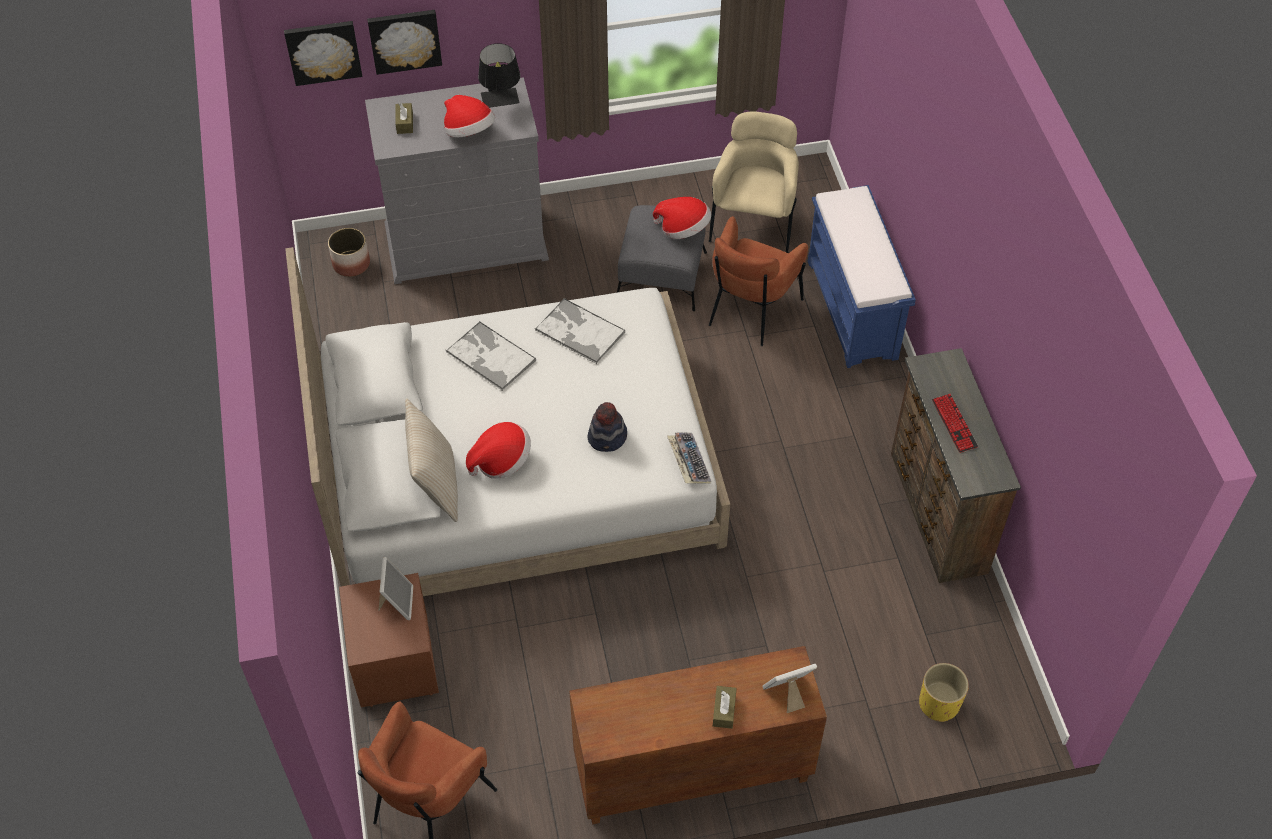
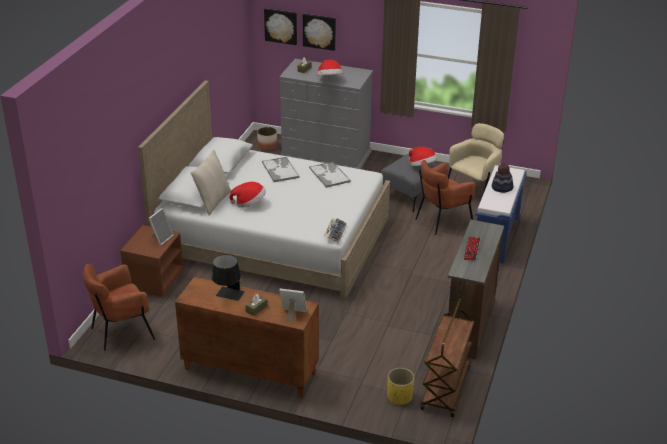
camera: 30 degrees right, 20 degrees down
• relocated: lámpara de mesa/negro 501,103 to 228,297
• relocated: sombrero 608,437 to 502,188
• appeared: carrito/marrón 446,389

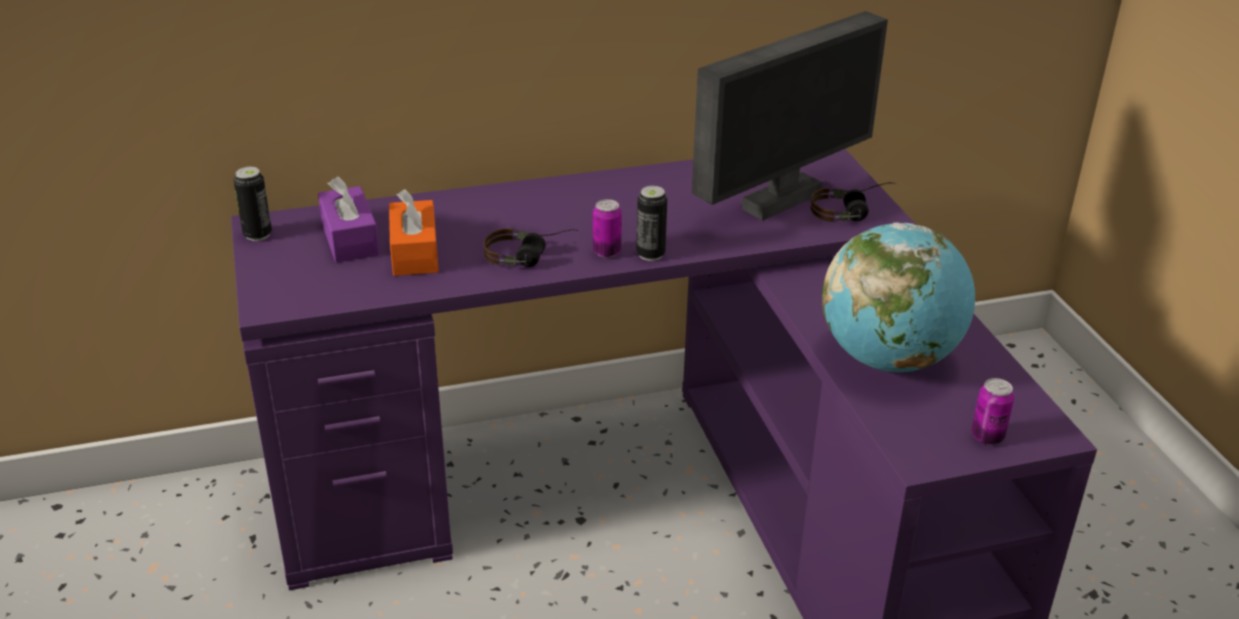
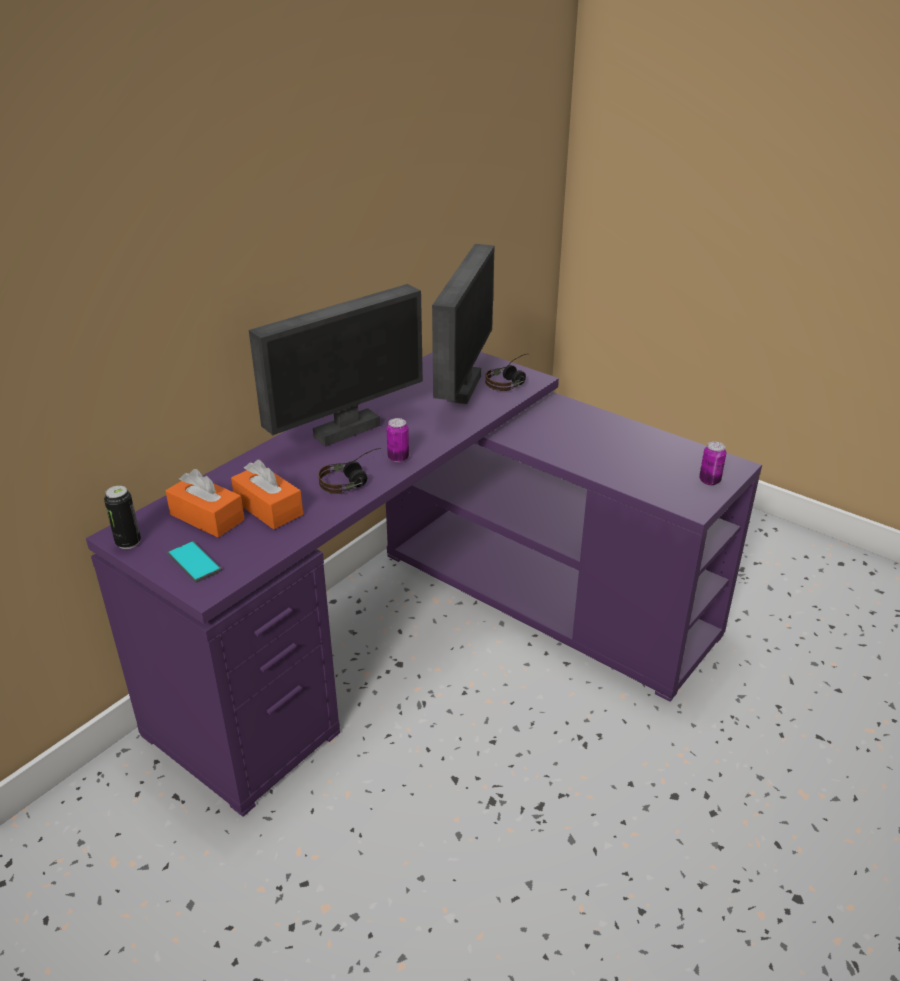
camera: 35 degrees left, 0 degrees up
• colour: caja de pañuelos/morado 350,239 to caja de pañuelos/naranja 207,517
• missing: lata 650,254
• missing: globo terráqueo 889,359
• appeared: monitor 345,430
• appeared: móvil 194,562

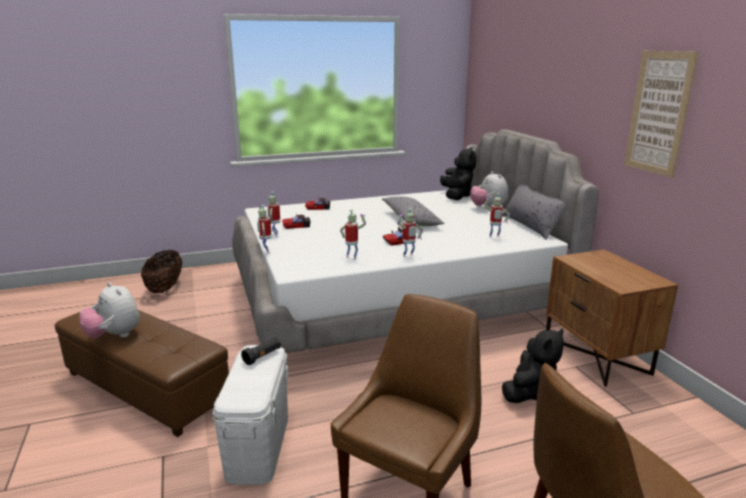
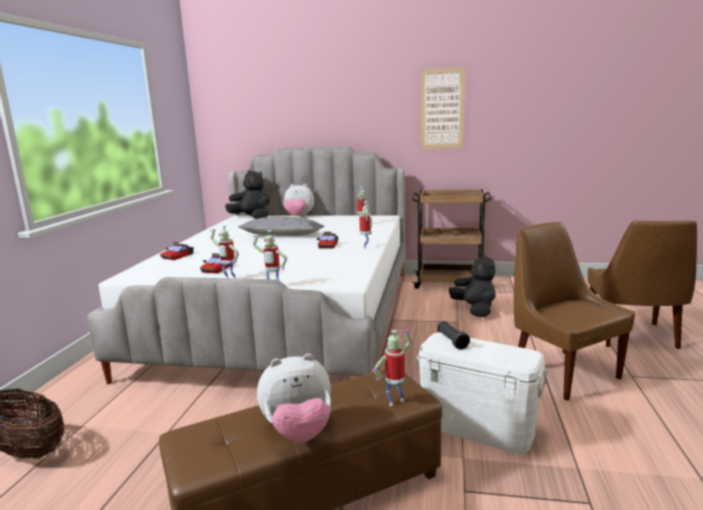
camera: 60 degrees left, 5 degrees down
• missing: cojín/gris 531,226
• relocated: robot de juguete 352,257 to 395,401
• exchanged: mesita de noche/marrón 597,356 to carrito/marrón 449,282

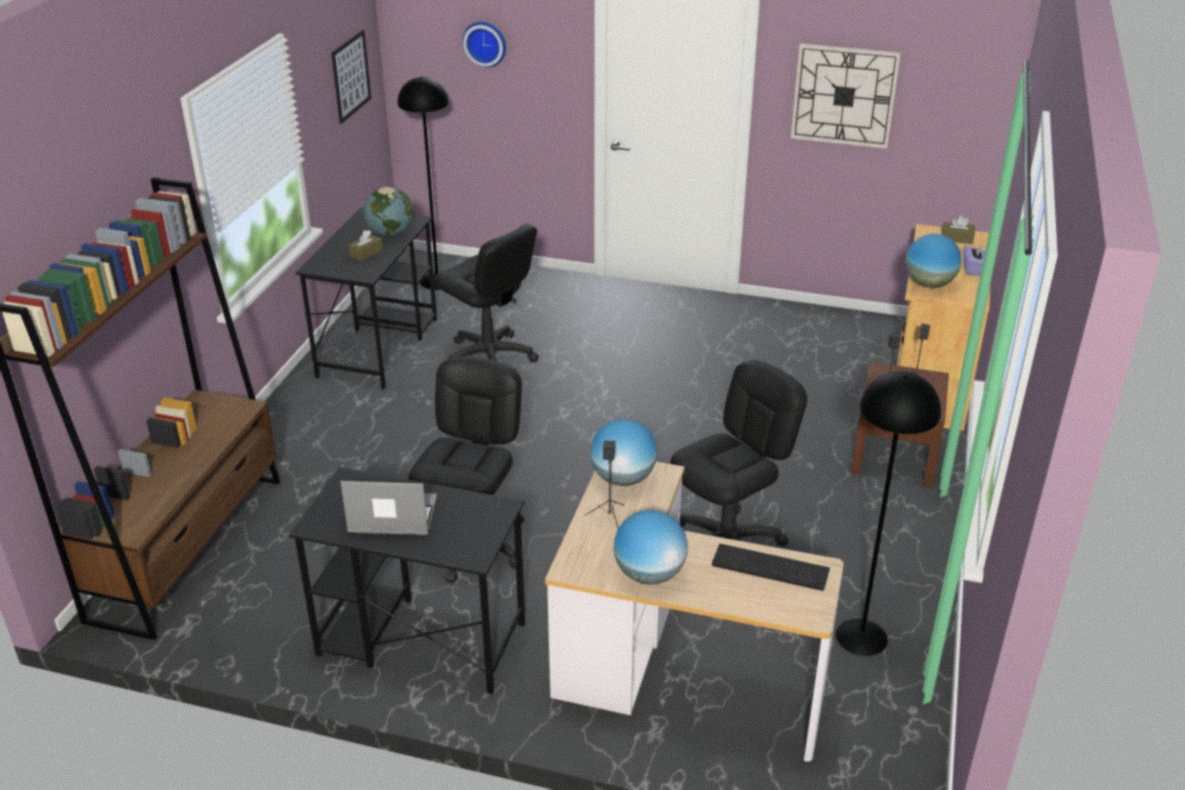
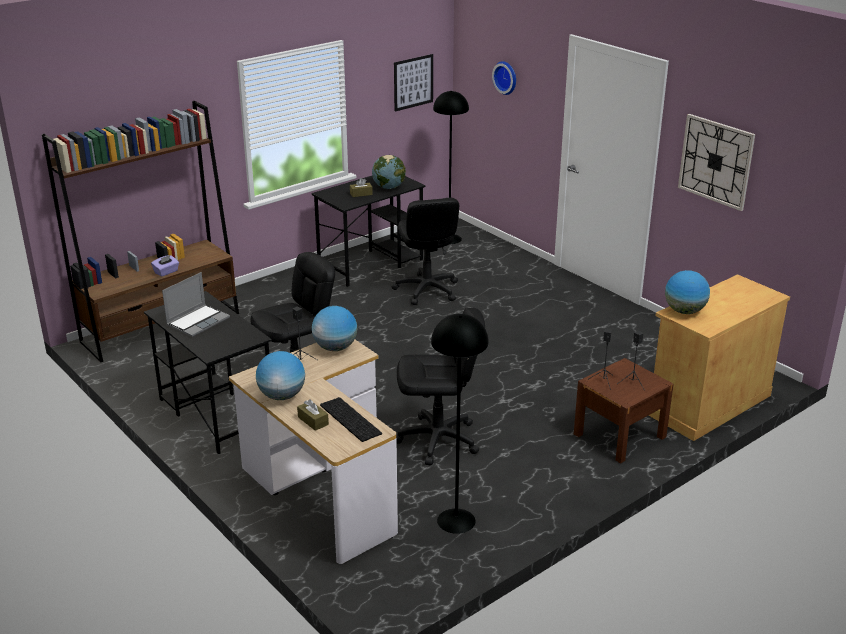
camera: 35 degrees right, 5 degrees down
• relocated: caja de pañuelos/marrón 956,239 to 313,421
• relocated: caja de pañuelos/morado 973,269 to 166,272
• spun: portátil 391,517 = 198,321 90 degrees clockwise

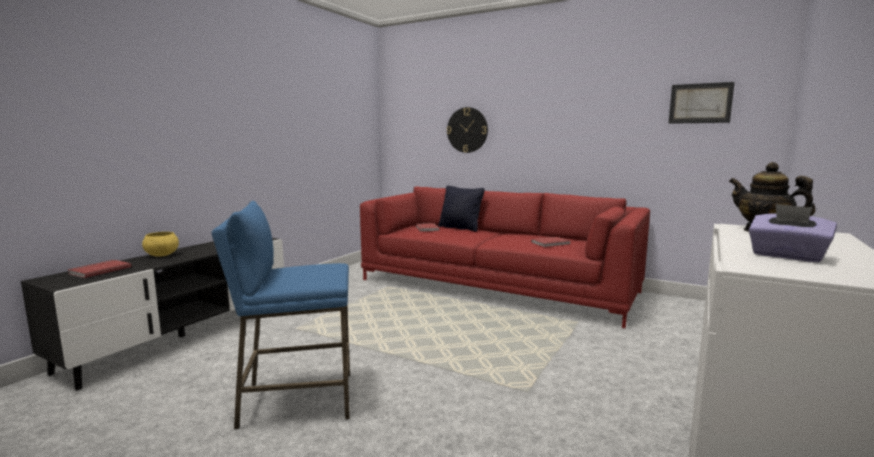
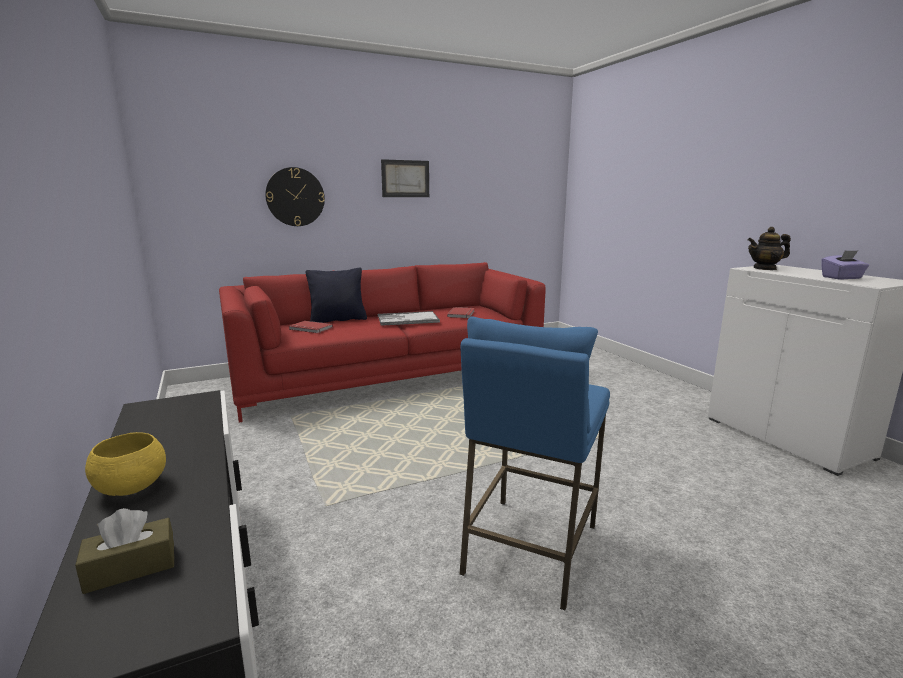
camera: 55 degrees left, 5 degrees up
• relocated: cuadro 700,103 to 405,178
• exchanged: libro/rojo 99,270 to caja de pañuelos/marrón 131,567
• appeared: bandeja 407,319

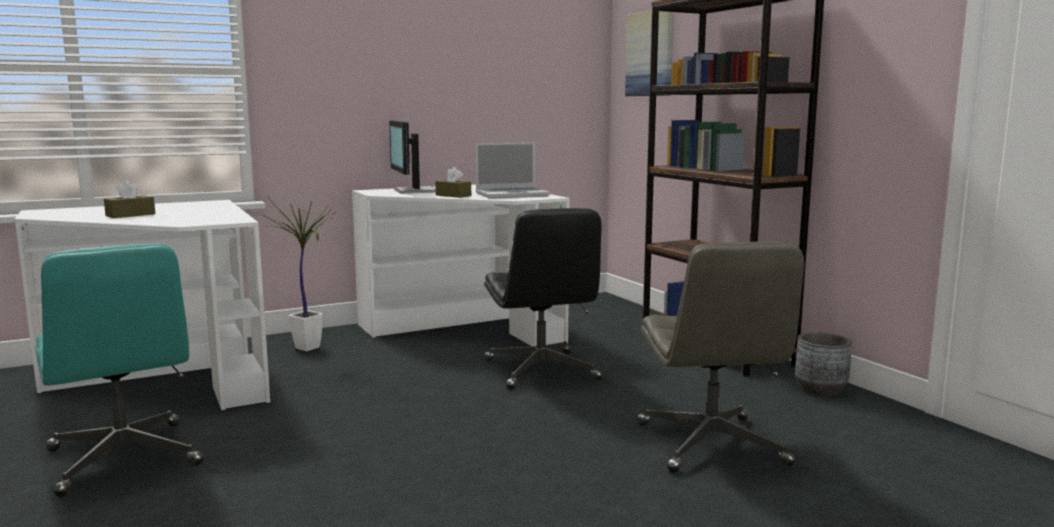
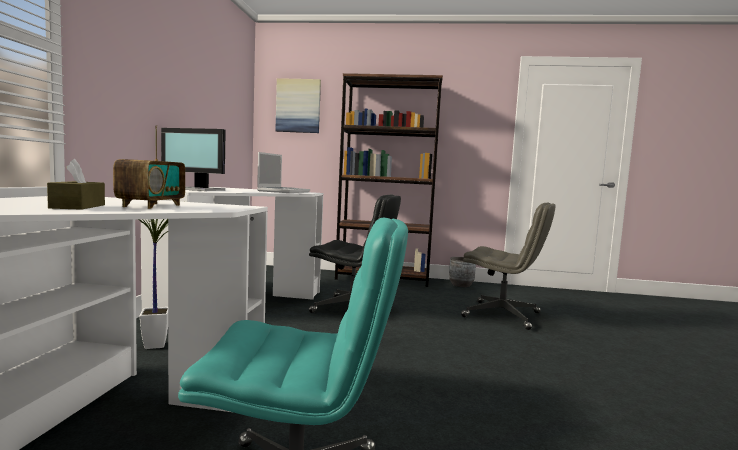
camera: 55 degrees left, 5 degrees down
• missing: caja de pañuelos/marrón 453,195
• appeared: radio 151,206

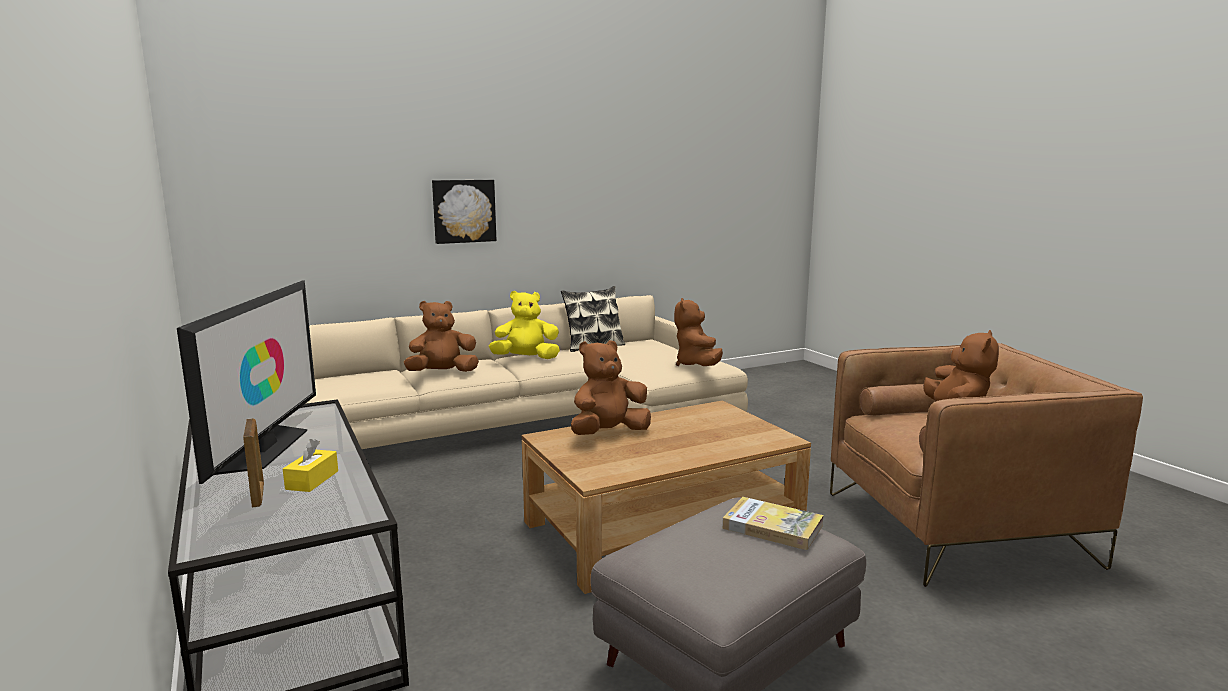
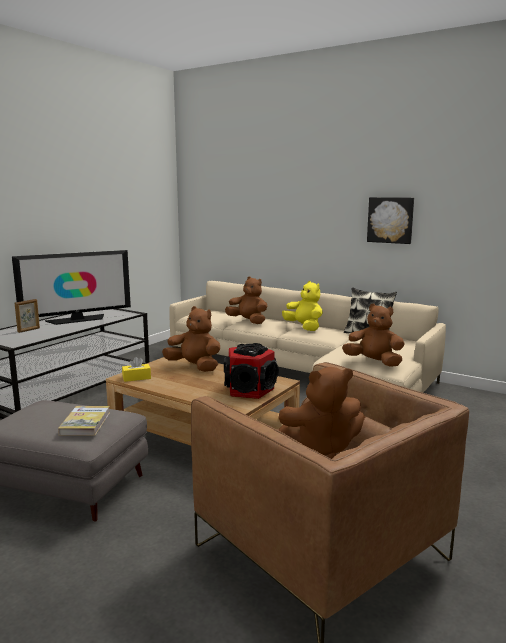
camera: 60 degrees right, 0 degrees up
• relocated: cuadro 464,211 to 390,220
• spun: peluche/marrón 697,365 = 374,362 60 degrees clockwise
• relocated: caja de pañuelos/amarillo 312,480 to 136,378
• appeared: altavoz 249,390

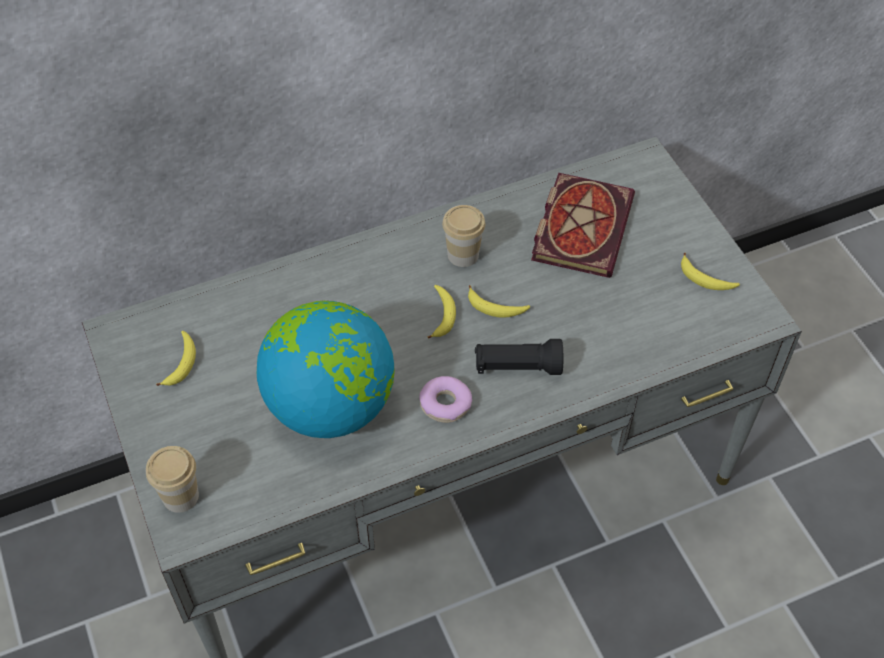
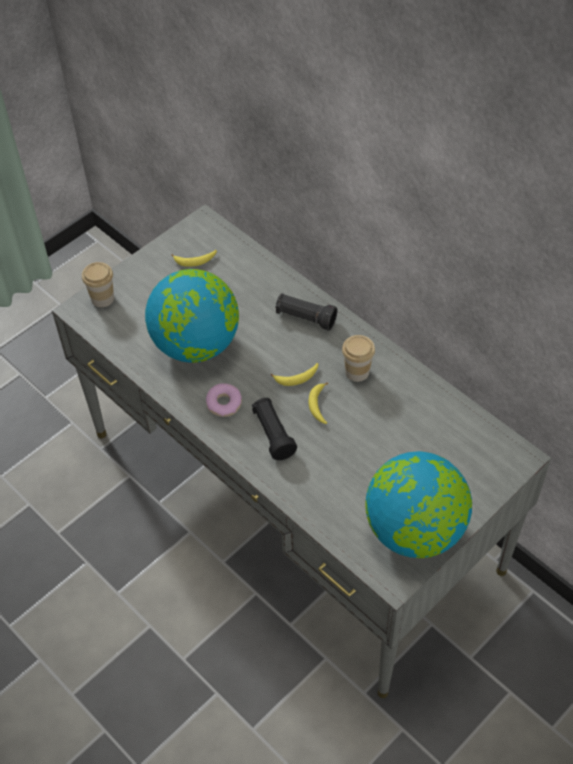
camera: 70 degrees right, 0 degrees up
• missing: libro 581,225
• exchanged: plátano 705,279 to globo terráqueo 414,530
• appeared: linterna/negro 305,318

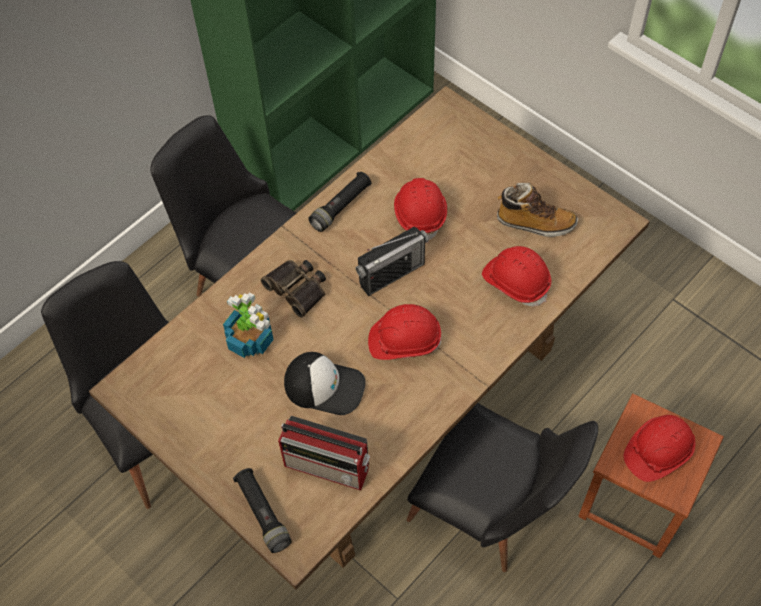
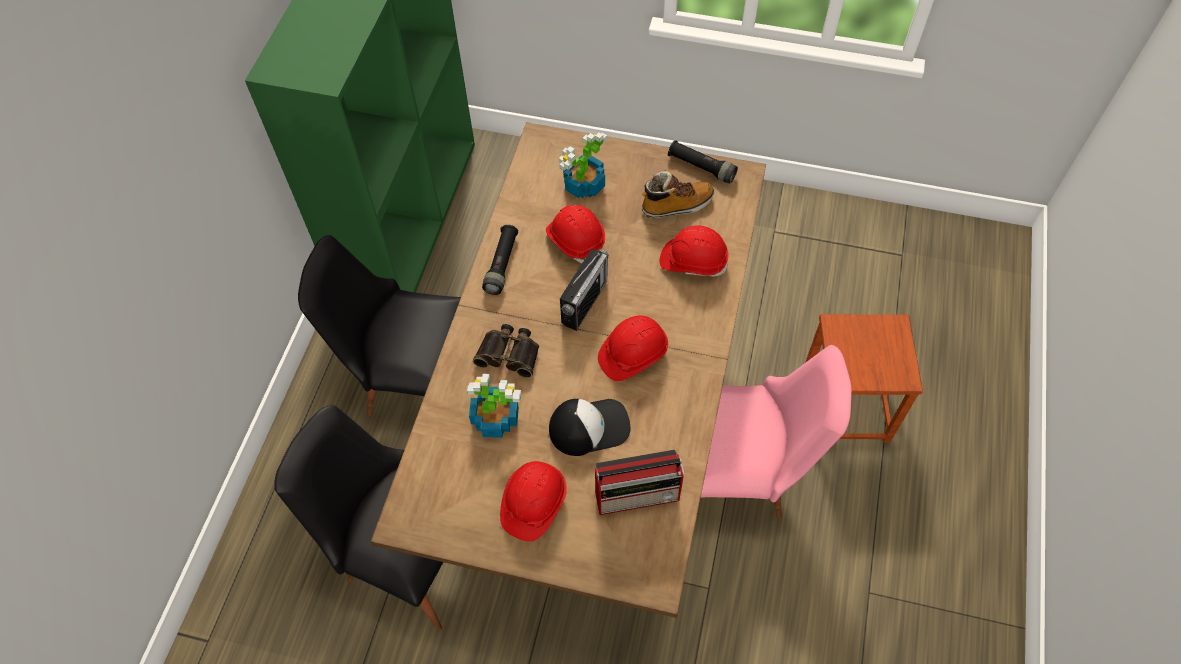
camera: 30 degrees left, 0 degrees up
• colour: silla/negro 491,513 to silla/rosa 740,475
• relocated: casco/rojo 657,452 to 533,504
• relocated: linterna/negro 263,513 to 701,167
• appeared: planta en maceta 583,185

